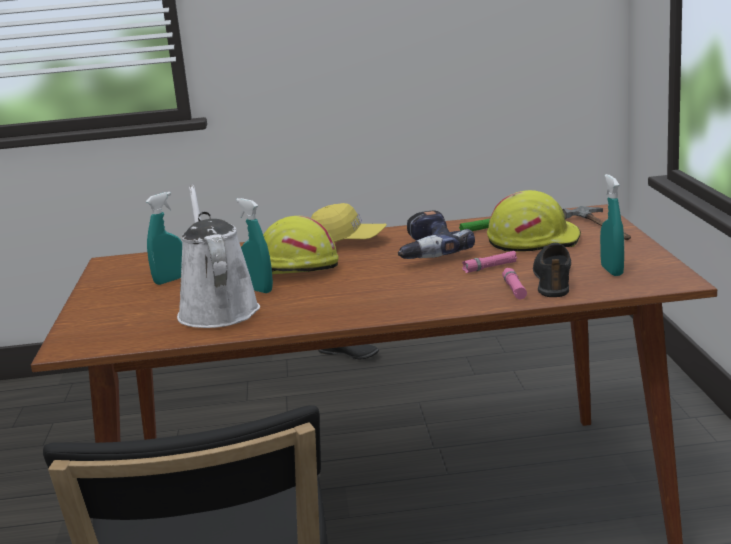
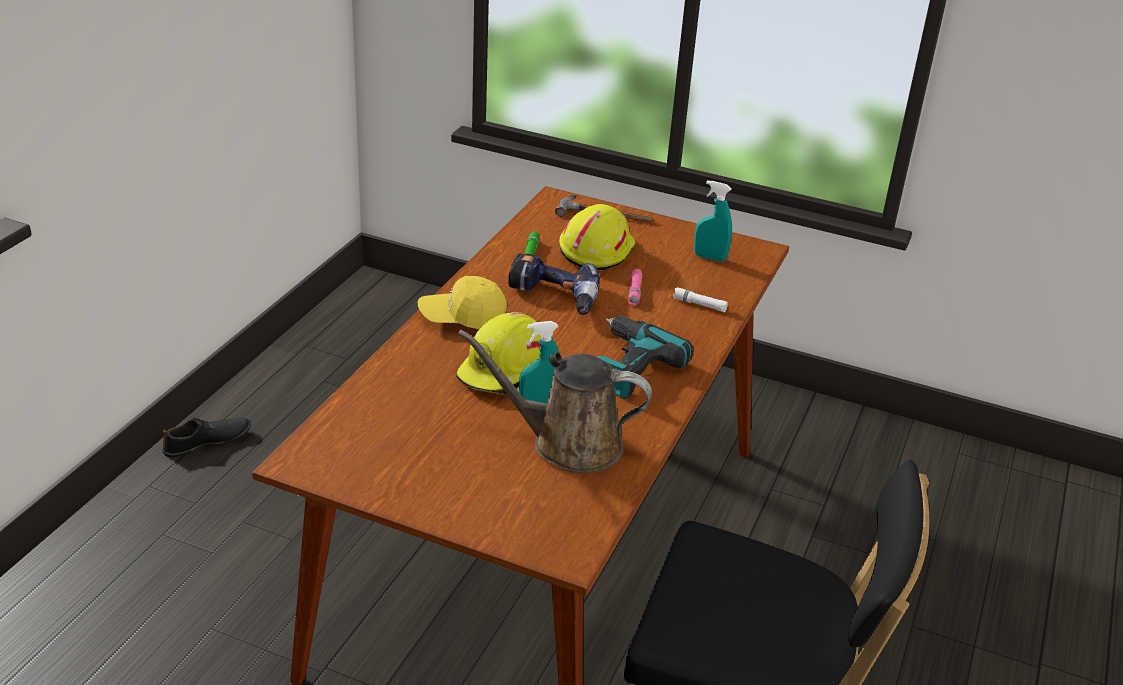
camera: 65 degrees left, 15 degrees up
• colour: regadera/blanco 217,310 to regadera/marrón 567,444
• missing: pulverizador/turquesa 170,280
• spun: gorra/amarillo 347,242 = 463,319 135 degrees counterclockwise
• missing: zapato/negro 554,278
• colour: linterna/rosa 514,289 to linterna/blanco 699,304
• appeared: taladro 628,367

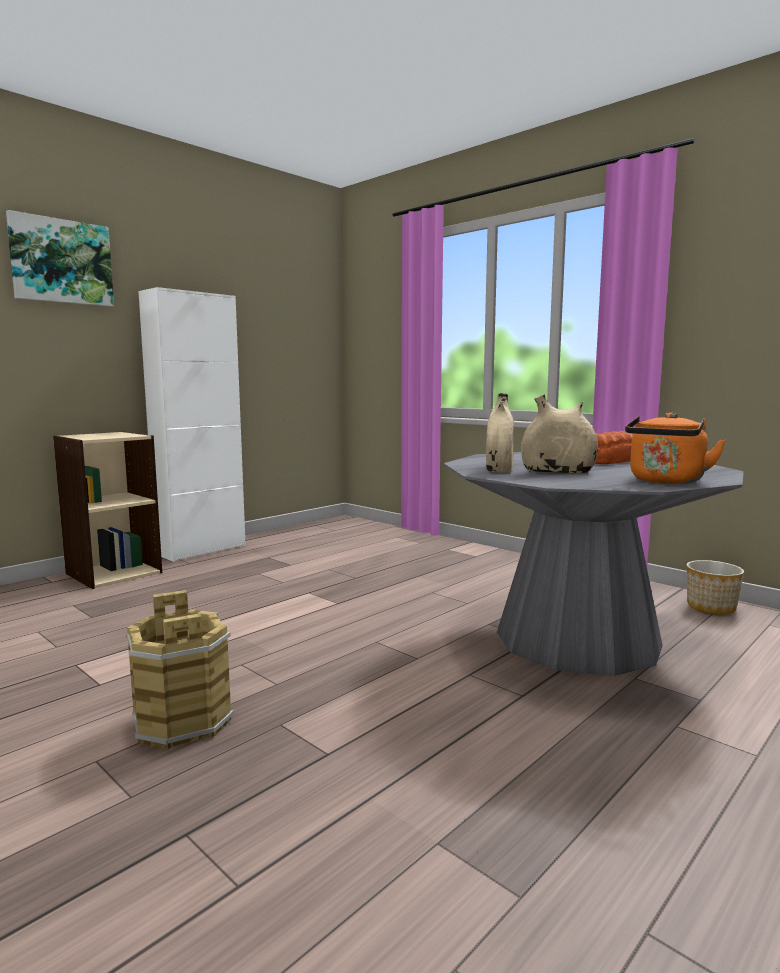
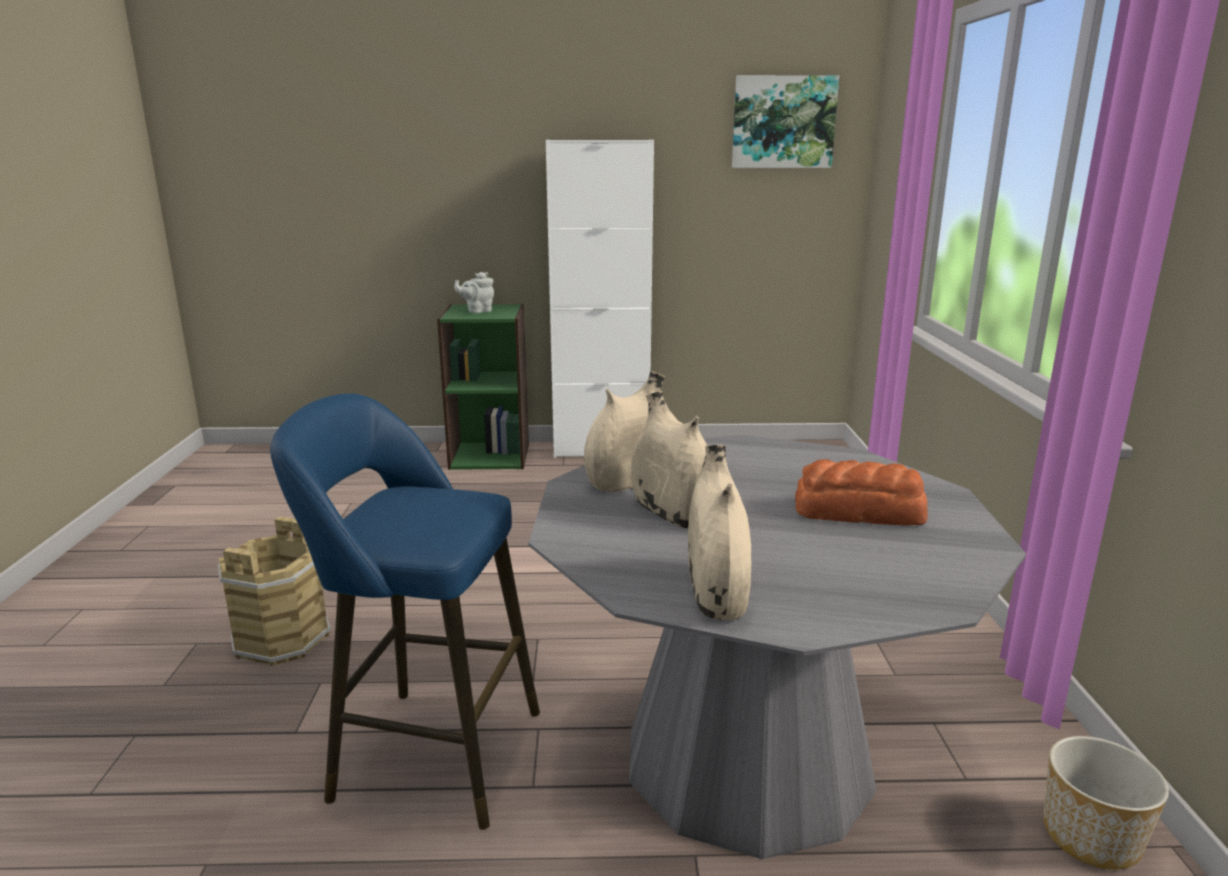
camera: 45 degrees right, 10 degrees up
• relocated: cuadro 61,262 to 783,122
• exchanged: hervidor/naranja 666,481 to florero/beis 715,592
• colour: estantería/beis 113,573 to estantería/verde 490,455
• appeared: tetera/gris 477,311
• appeared: taburete/azul 426,752

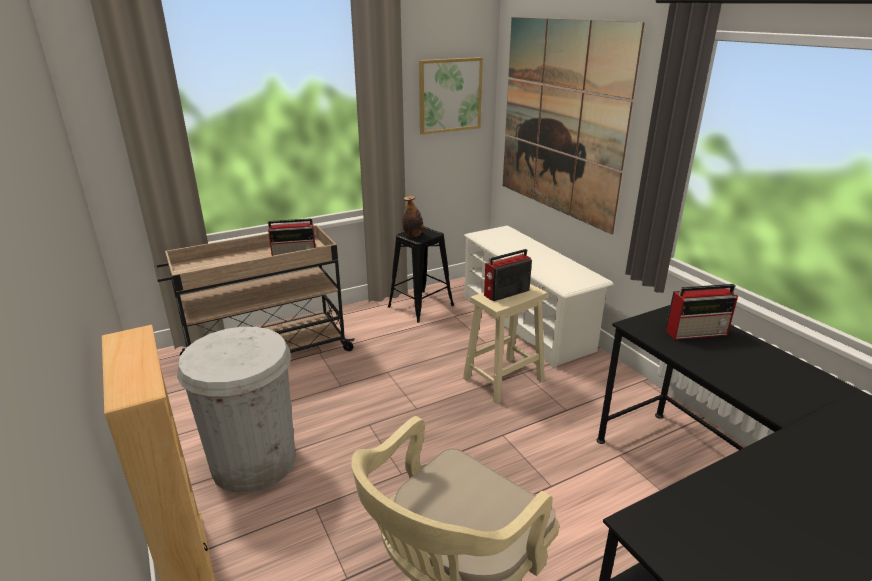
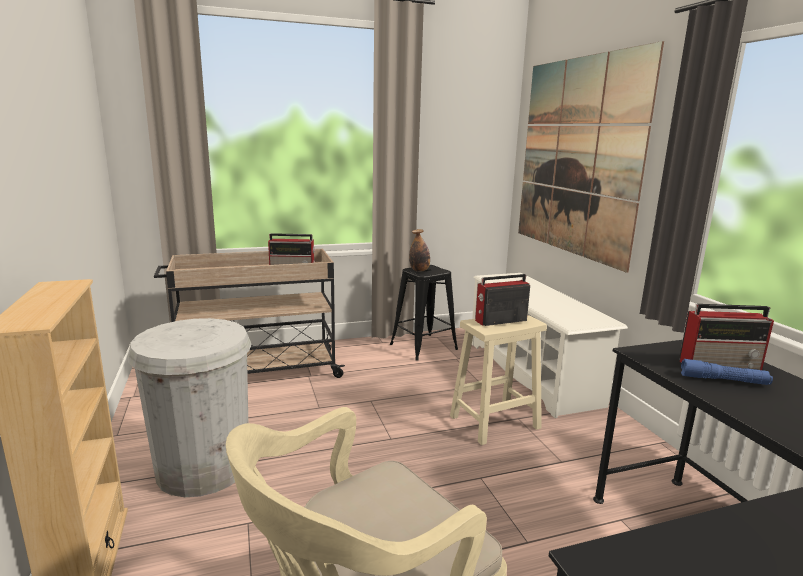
camera: 10 degrees right, 10 degrees down
• missing: cuadro 449,95
• appeared: linterna/azul 723,380

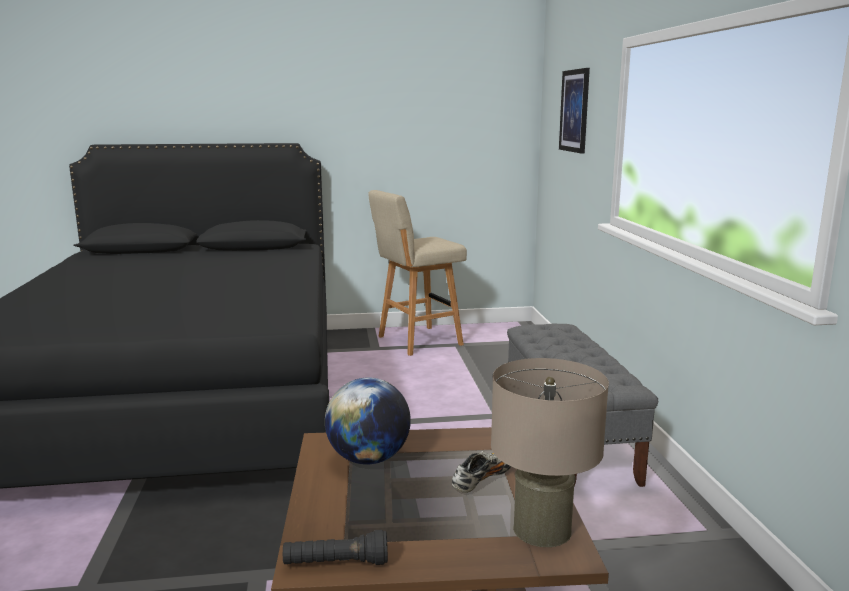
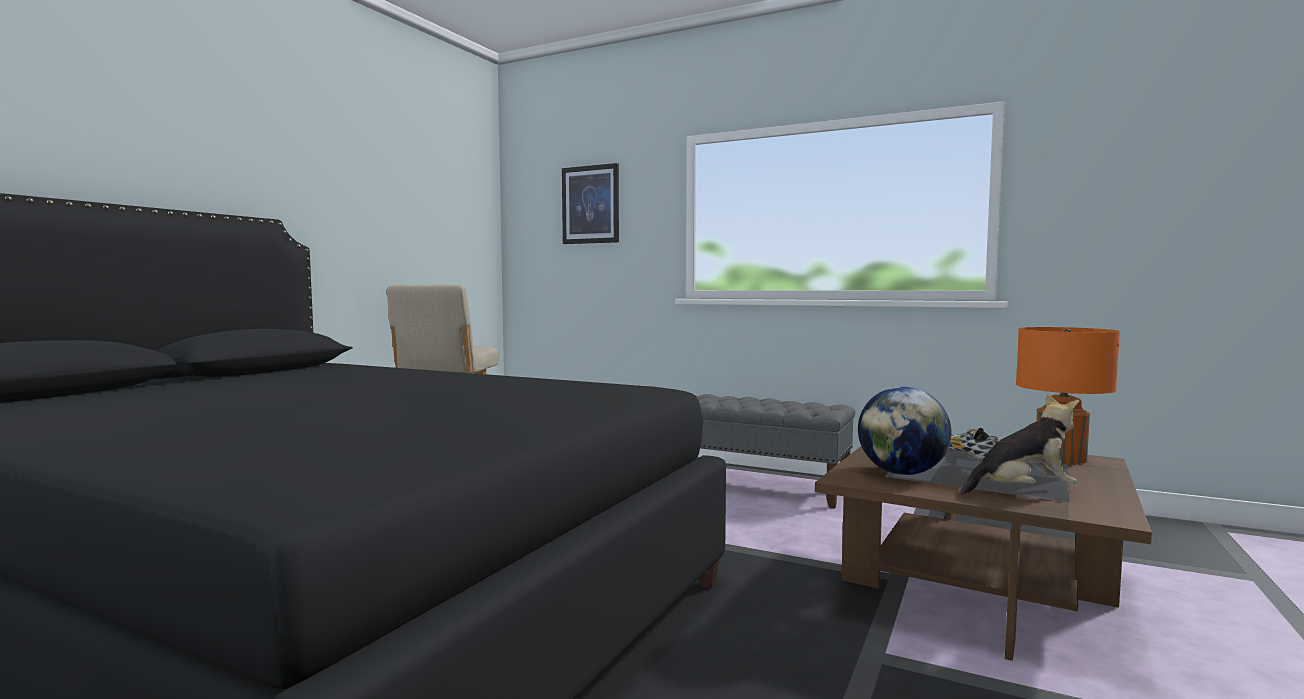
camera: 55 degrees left, 10 degrees down
• colour: lámpara de mesa/beis 542,529 to lámpara de mesa/naranja 1060,458
• missing: linterna/negro 336,564
• appeared: peluche 1022,492

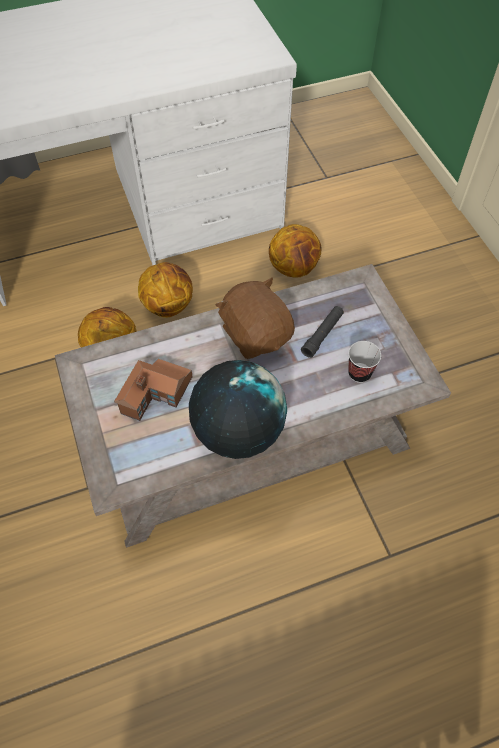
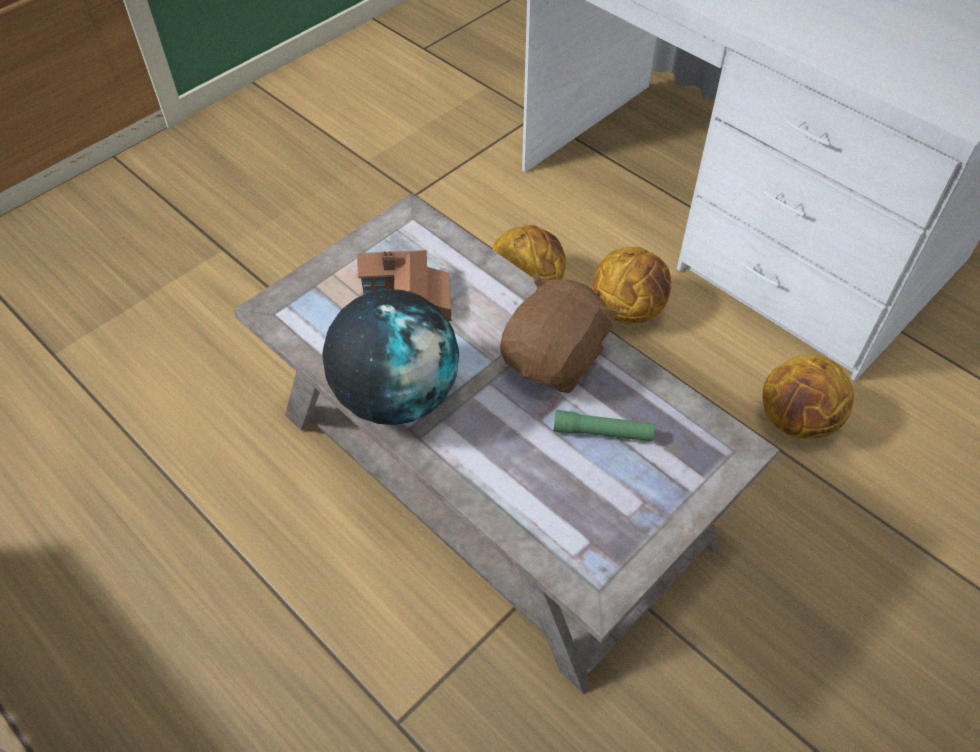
camera: 65 degrees right, 5 degrees down
• colour: linterna/negro 322,334 to linterna/verde 603,432
• missing: taza 359,373

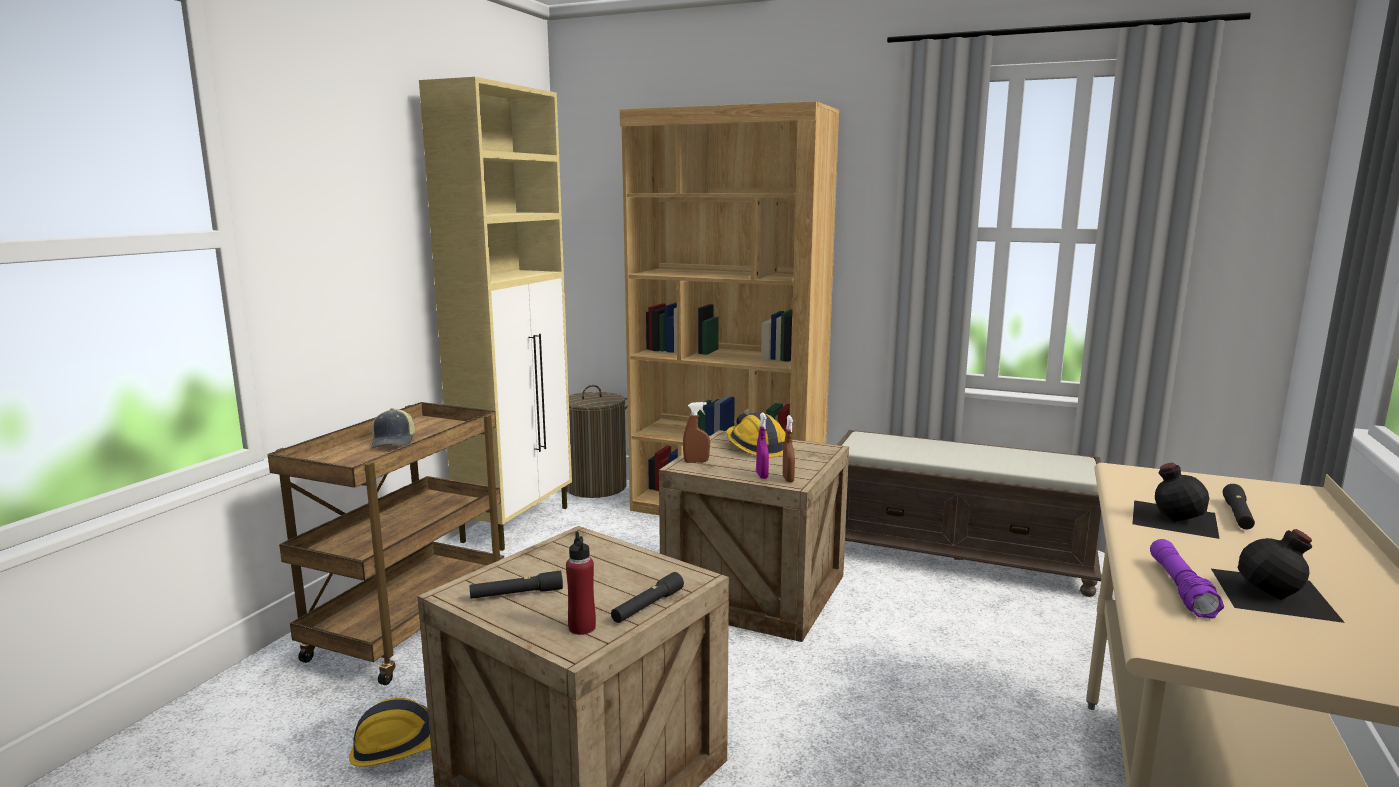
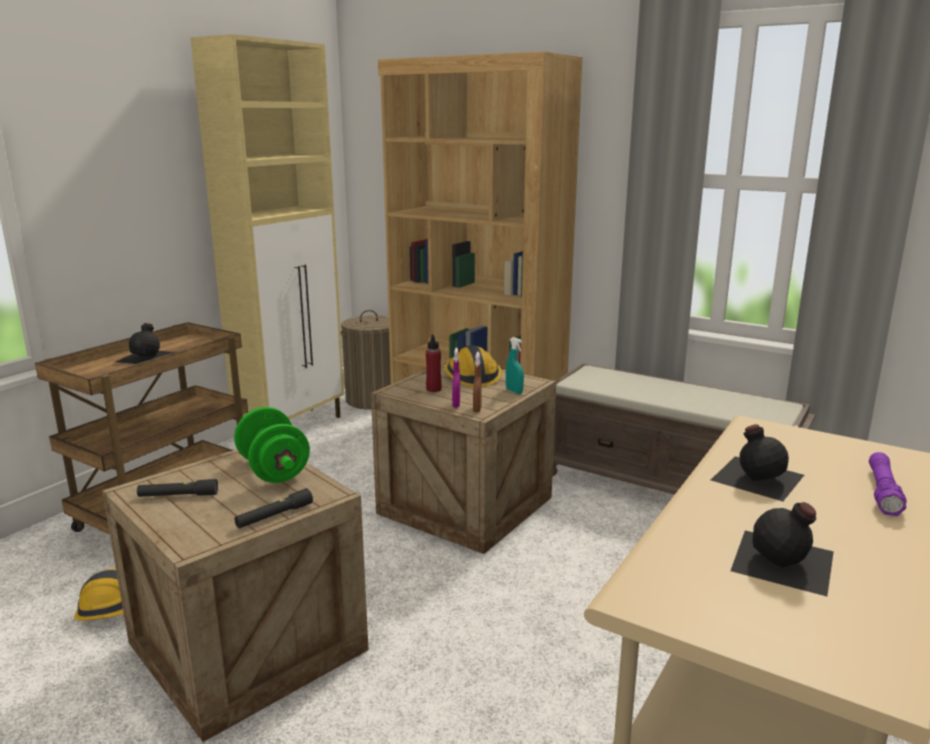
camera: 10 degrees right, 5 degrees up
• missing: pulverizador/marrón 696,462
• exchanged: gorra 394,442 to botella/negro 148,356
• missing: linterna/negro 1237,515
• relocated: botella/rojo 582,627 to 433,389
• relocated: linterna/morado 1180,588 to 882,492
• appeared: pulverizador/turquesa 514,391
• appeared: mancuerna/verde 273,470

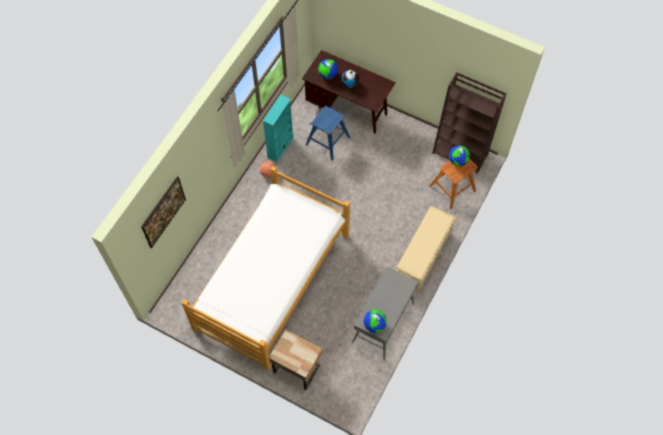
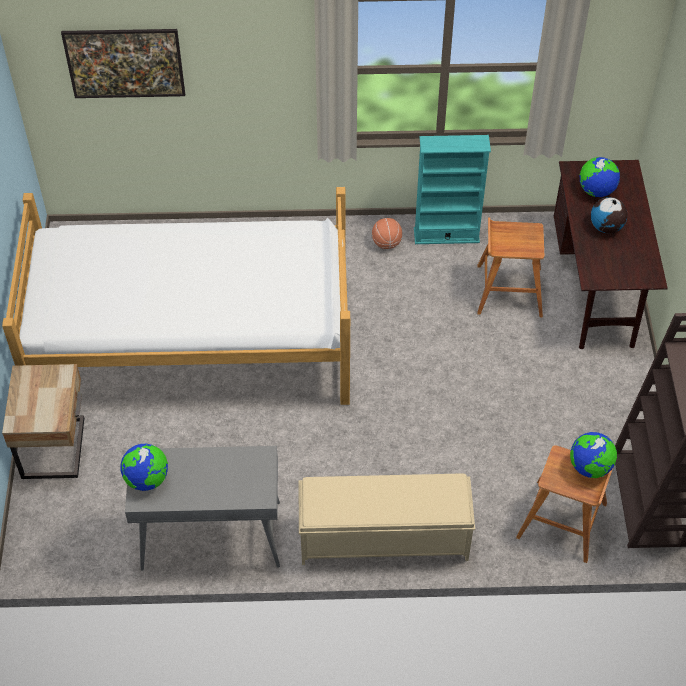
camera: 60 degrees right, 10 degrees down
• colour: taburete/azul 327,141 to taburete/marrón 508,290

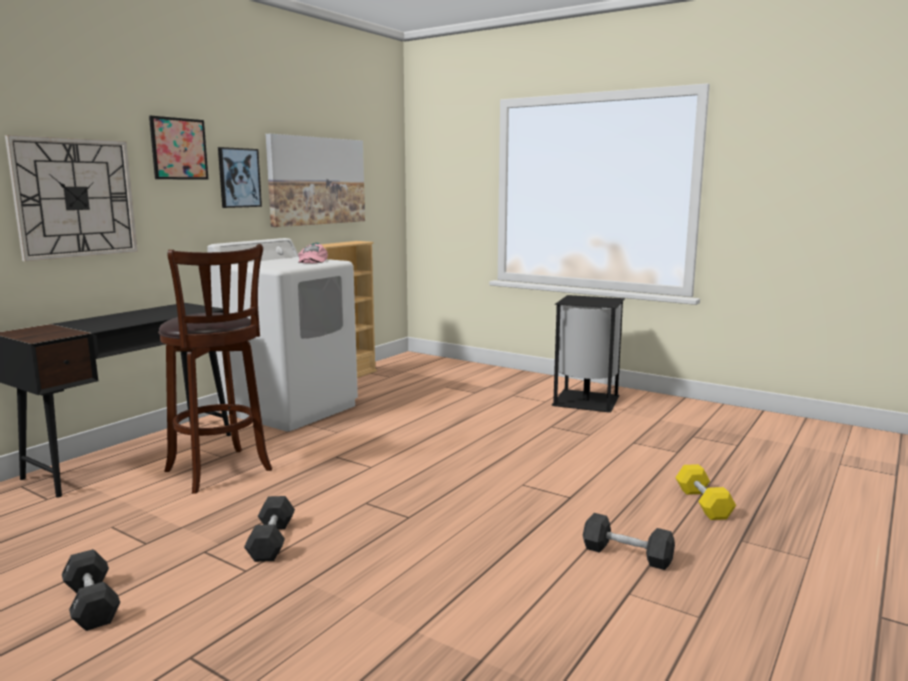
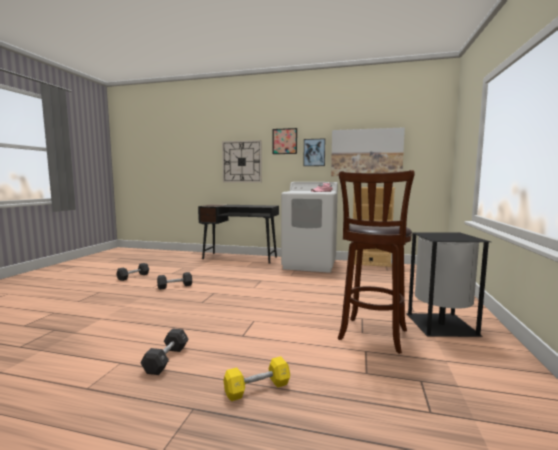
camera: 70 degrees right, 5 degrees down
• relocated: taburete/marrón 221,472 to 372,336

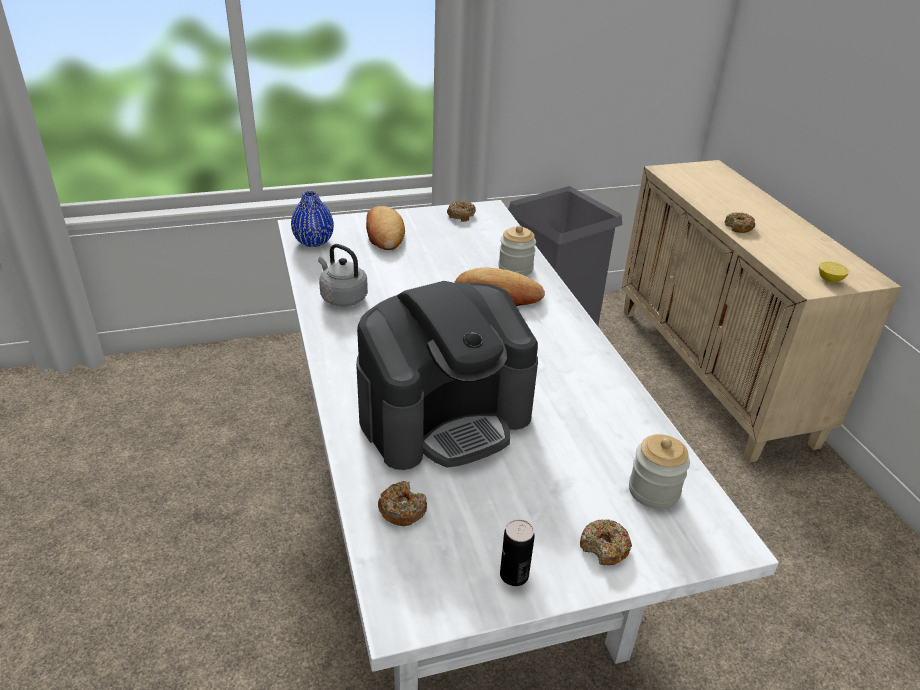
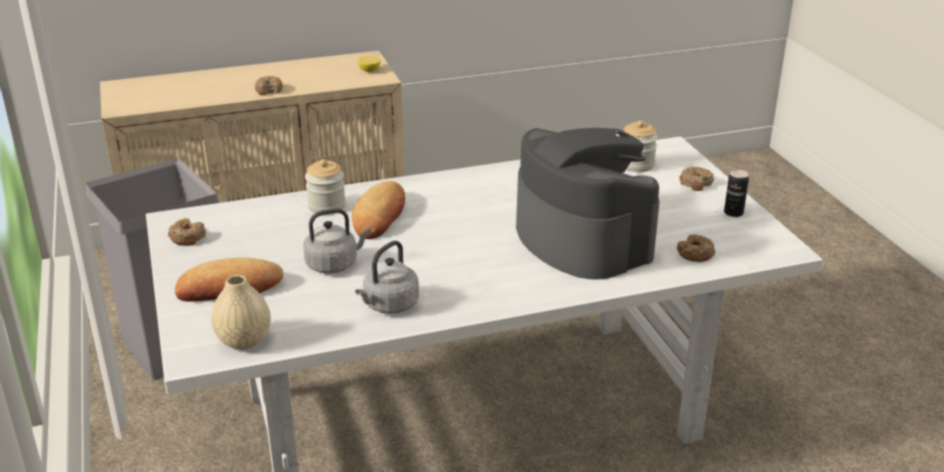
camera: 90 degrees left, 5 degrees down
• colour: florero/azul 313,241 to florero/beis 243,340
• appeared: hervidor/gris 334,264

